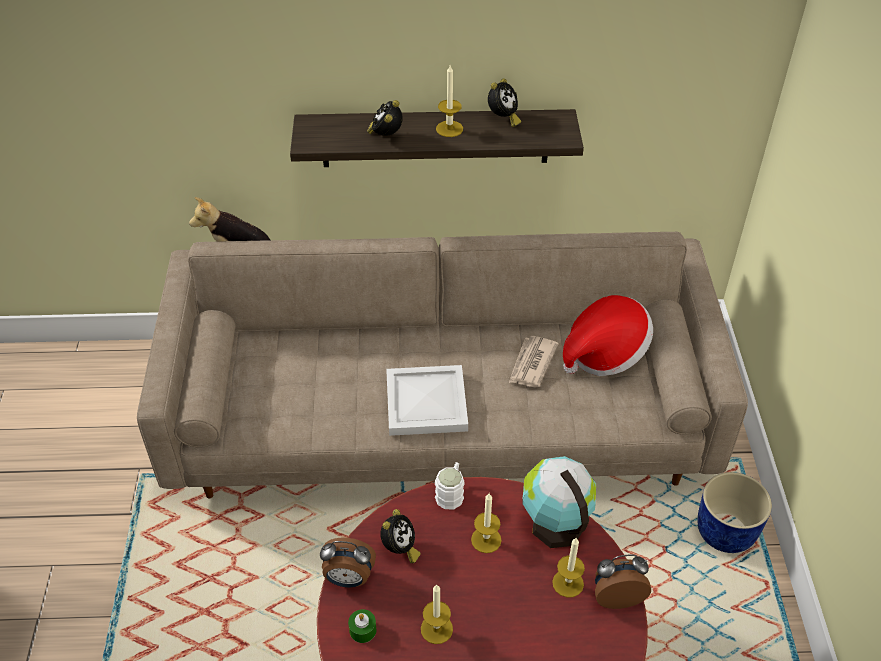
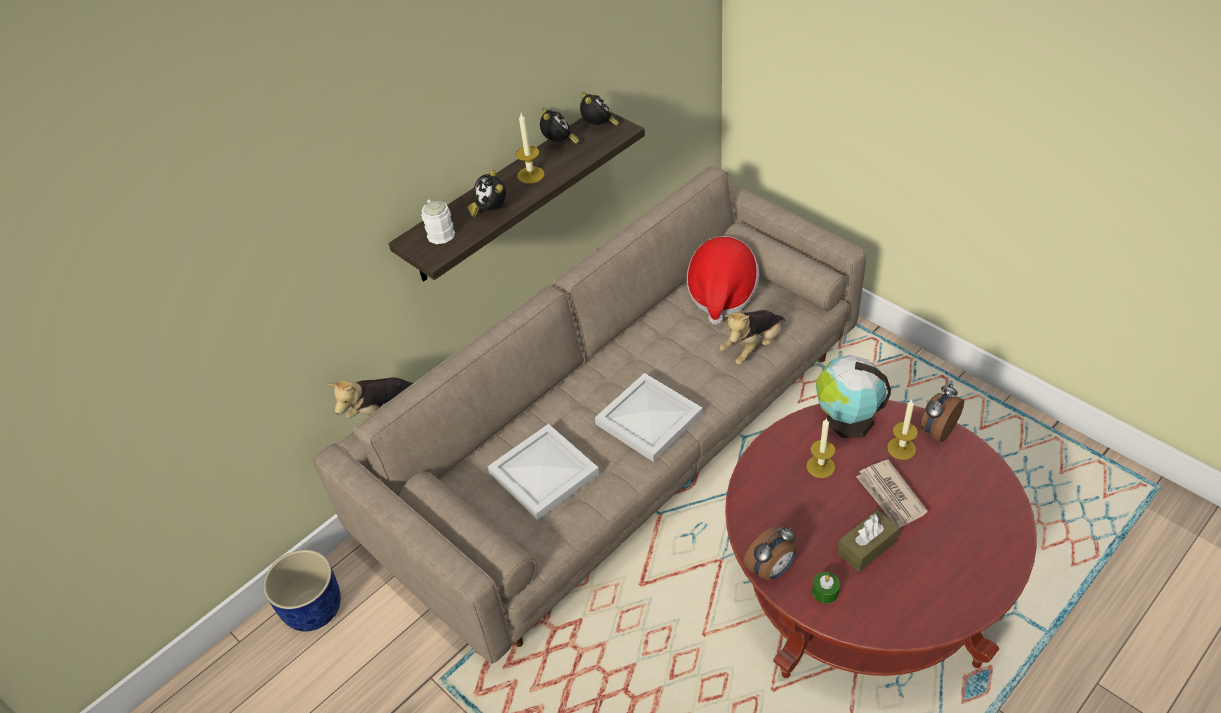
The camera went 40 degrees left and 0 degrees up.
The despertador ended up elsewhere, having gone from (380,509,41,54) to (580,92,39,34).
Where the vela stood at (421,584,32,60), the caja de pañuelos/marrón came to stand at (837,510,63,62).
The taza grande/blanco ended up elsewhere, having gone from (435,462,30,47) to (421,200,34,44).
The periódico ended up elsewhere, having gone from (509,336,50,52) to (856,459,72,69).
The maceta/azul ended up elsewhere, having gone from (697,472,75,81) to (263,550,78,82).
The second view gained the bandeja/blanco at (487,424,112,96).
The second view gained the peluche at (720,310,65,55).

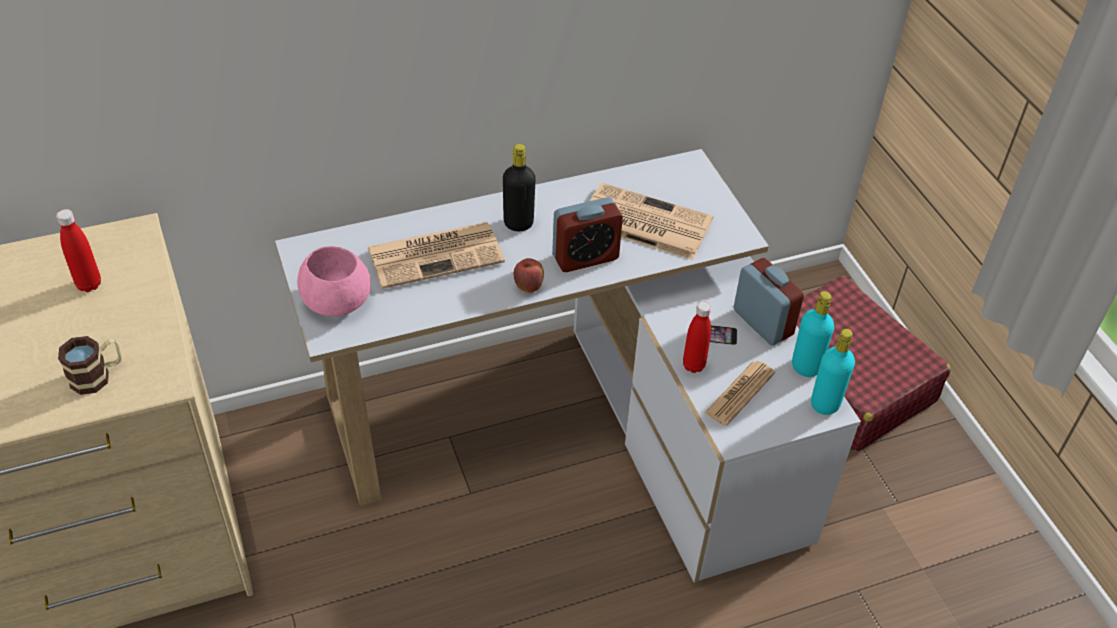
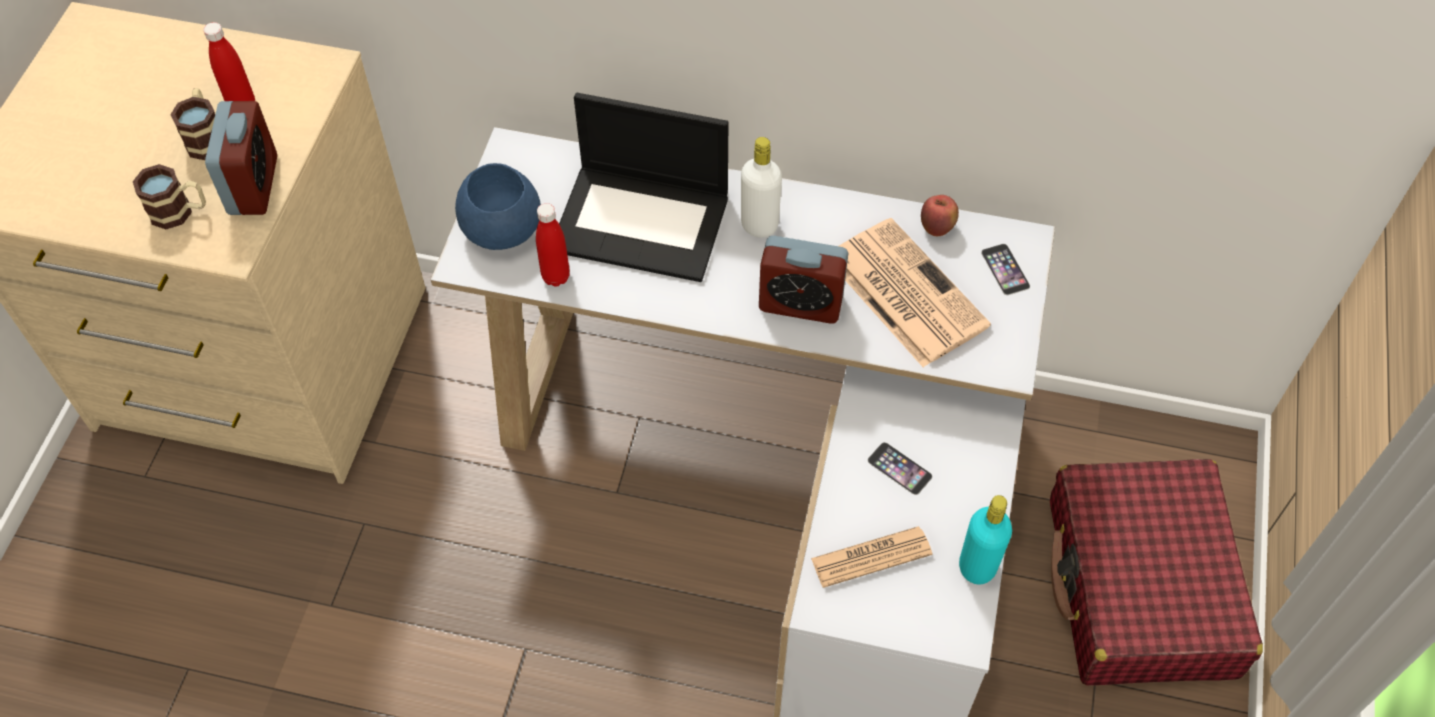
The camera went 35 degrees right and 10 degrees up.
What was the cuenco/rosa at (297,246,74,71) turned into the cuenco/azul at (455,163,86,87).
Where the periódico stood at (368,222,137,67), the portátil came to stand at (559,93,169,189).
What was the botella/negro at (503,144,33,87) turned into the botella/blanco at (741,137,41,101).
The manzana ended up elsewhere, having gone from (514,258,30,35) to (921,195,38,41).
The botella/rojo ended up elsewhere, having gone from (683,302,28,71) to (536,203,34,84).
The despertador ended up elsewhere, having gone from (734,258,70,87) to (205,101,72,114).
The second view lost the botella/turquesa at (811,329,44,86).
The second view gained the taza grande at (170,88,45,72).
The second view gained the móvil at (981,244,49,51).

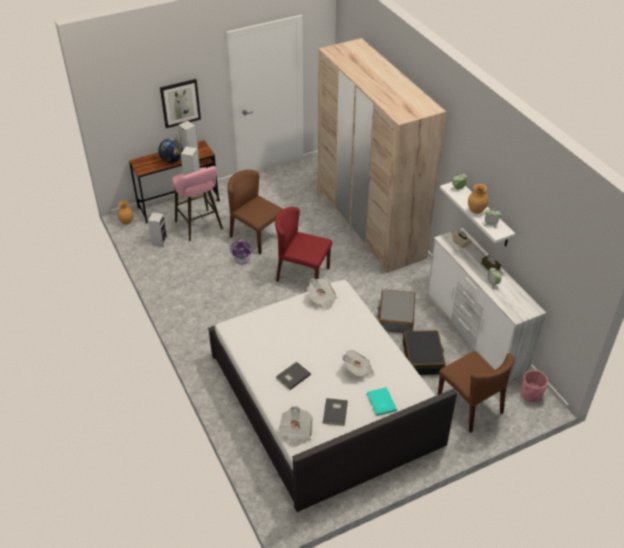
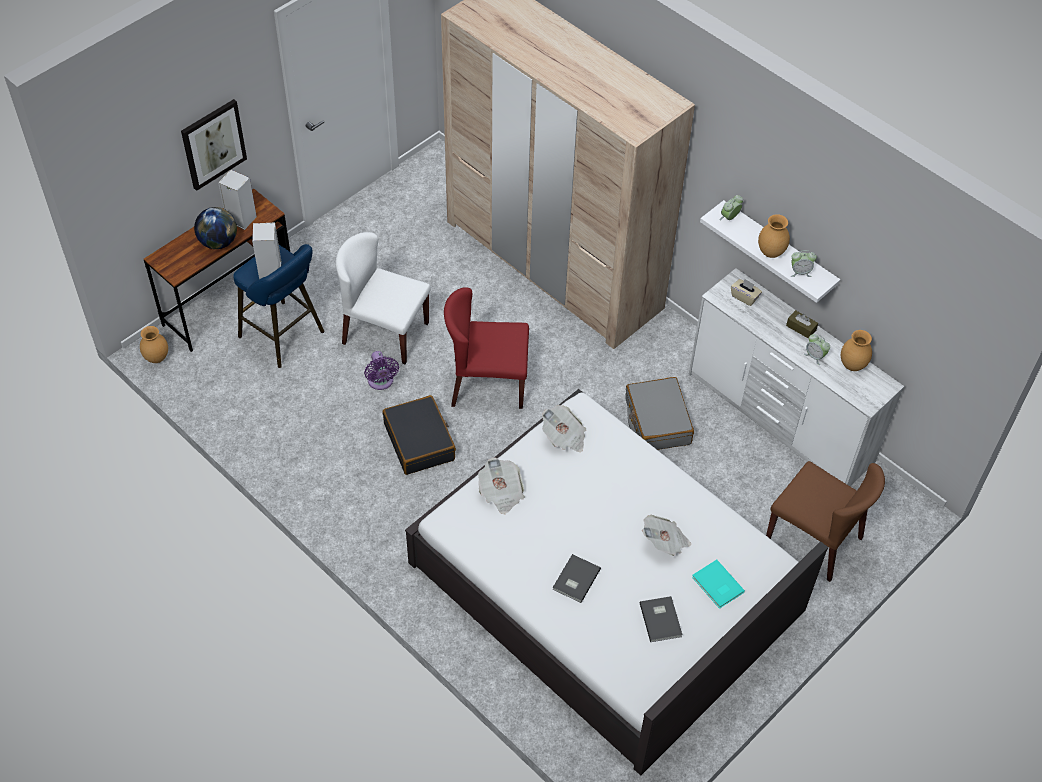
The camera went 20 degrees left and 10 degrees up.
The second view lost the altavoz at (148,212,20,35).
What was the taburete/rosa at (172,166,51,75) turned into the taburete/azul at (233,244,91,124).
What was the silla/marrón at (227,170,56,84) turned into the silla/blanco at (336,232,95,132).
The periódico ended up elsewhere, having gone from (279,406,34,42) to (478,457,47,57).
The maleta/negro ended up elsewhere, having gone from (403,330,43,45) to (383,395,73,80).
The second view lost the maceta/rosa at (521,370,27,32).
The second view gained the florero/marrón at (841,330,31,41).

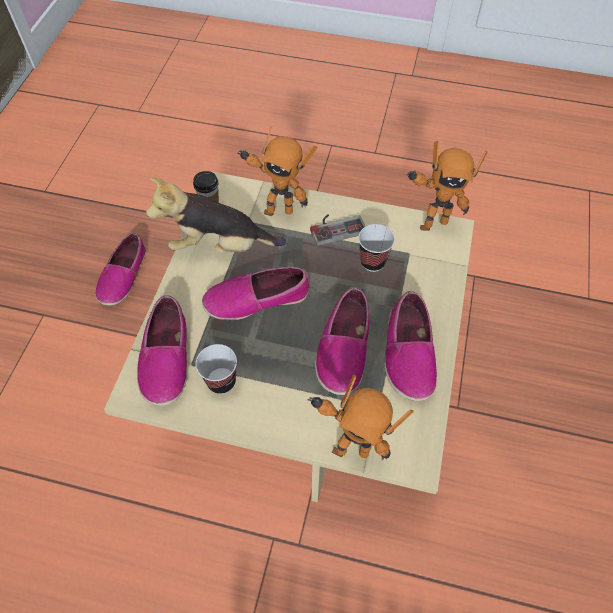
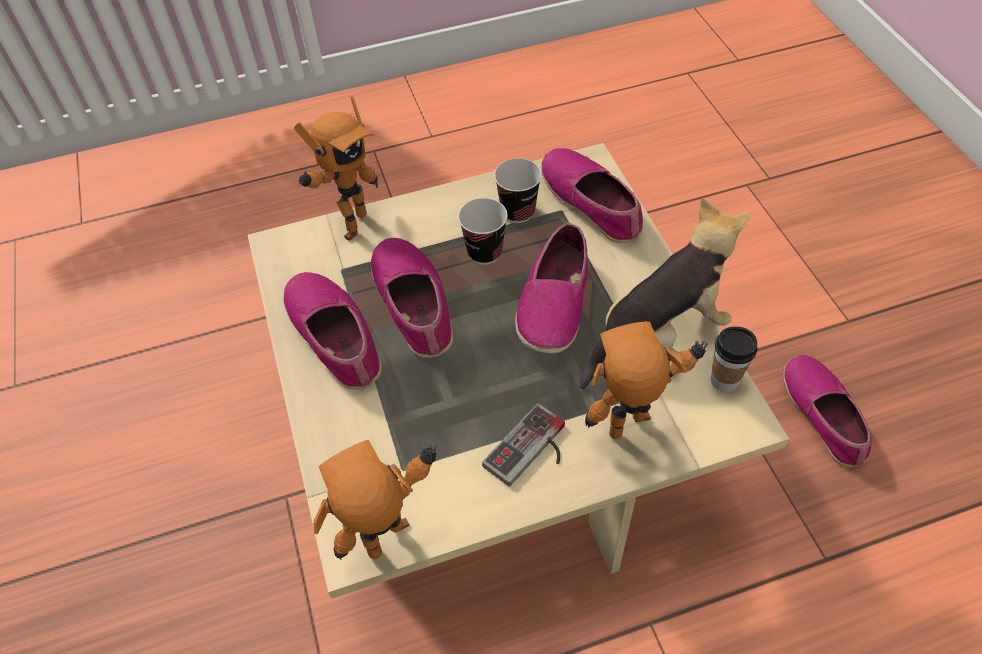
The camera went 150 degrees right and 5 degrees down.
The zapato at (202,267,108,53) ended up facing another way, 150 degrees clockwise from before.
The robot de juguete at (308,374,106,86) ended up facing another way, 135 degrees clockwise from before.
The taza ended up elsewhere, having gone from (358,224,37,48) to (458,198,50,67).

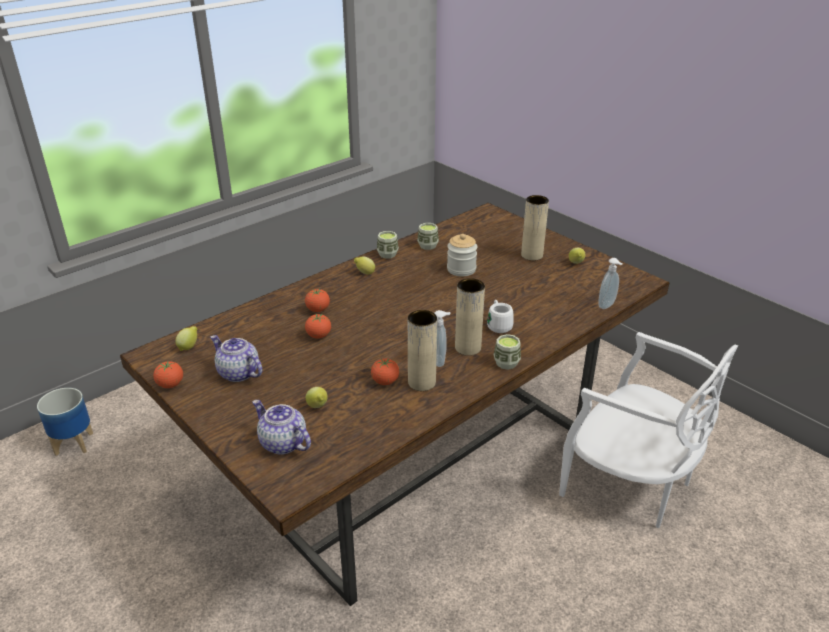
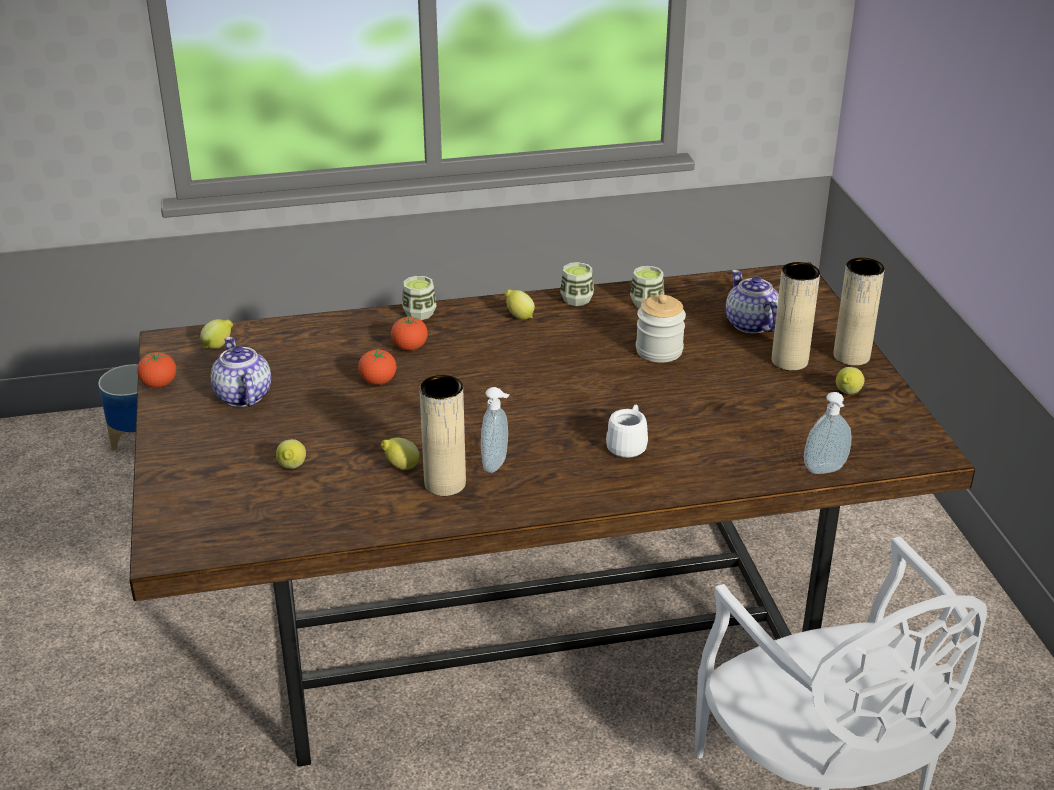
The camera went 30 degrees right and 0 degrees up.
The tetera ended up elsewhere, having gone from (252,400,59,55) to (726,270,53,64).
Where the tomate stood at (371,358,28,27), the limón came to stand at (381,437,39,33).
The florero/beis ended up elsewhere, having gone from (455,278,30,78) to (833,258,52,108).
The taza ended up elsewhere, having gone from (494,334,27,36) to (402,276,35,44).

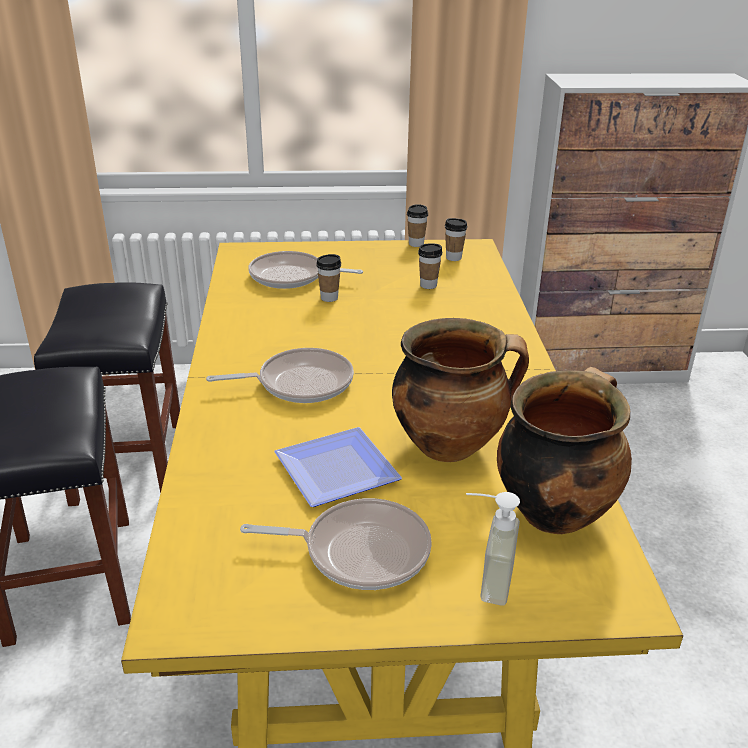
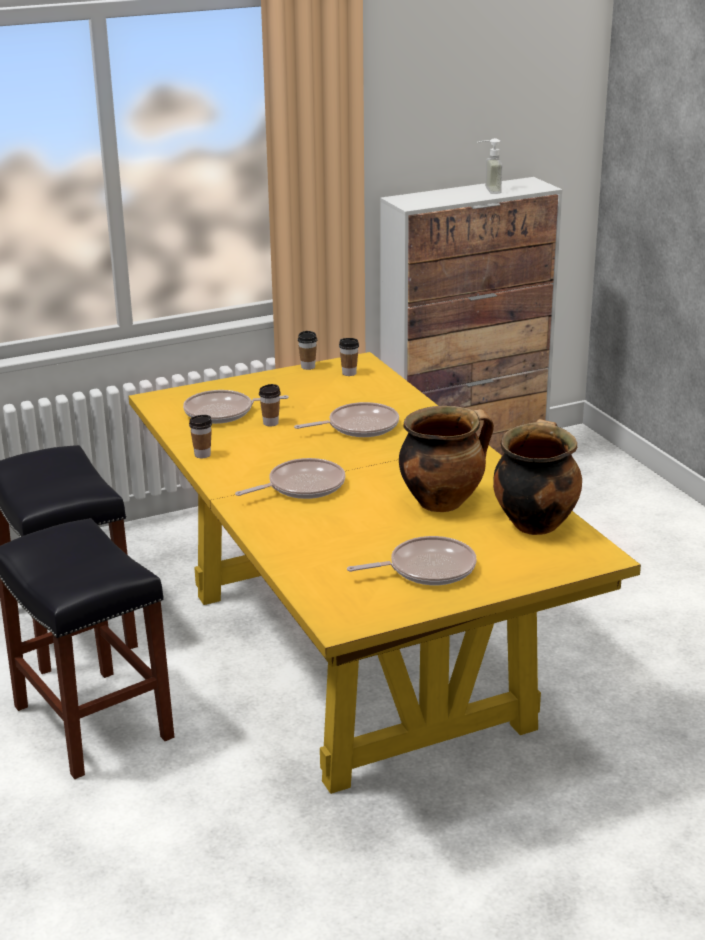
The camera went 20 degrees left and 5 degrees down.
The second view lost the plato at (274,427,128,80).
The taza ended up elsewhere, having gone from (418,243,24,46) to (189,415,23,43).
The dispensador de jabón ended up elsewhere, having gone from (466,492,54,114) to (477,138,26,56).
The second view gained the sartén at (294,402,105,35).

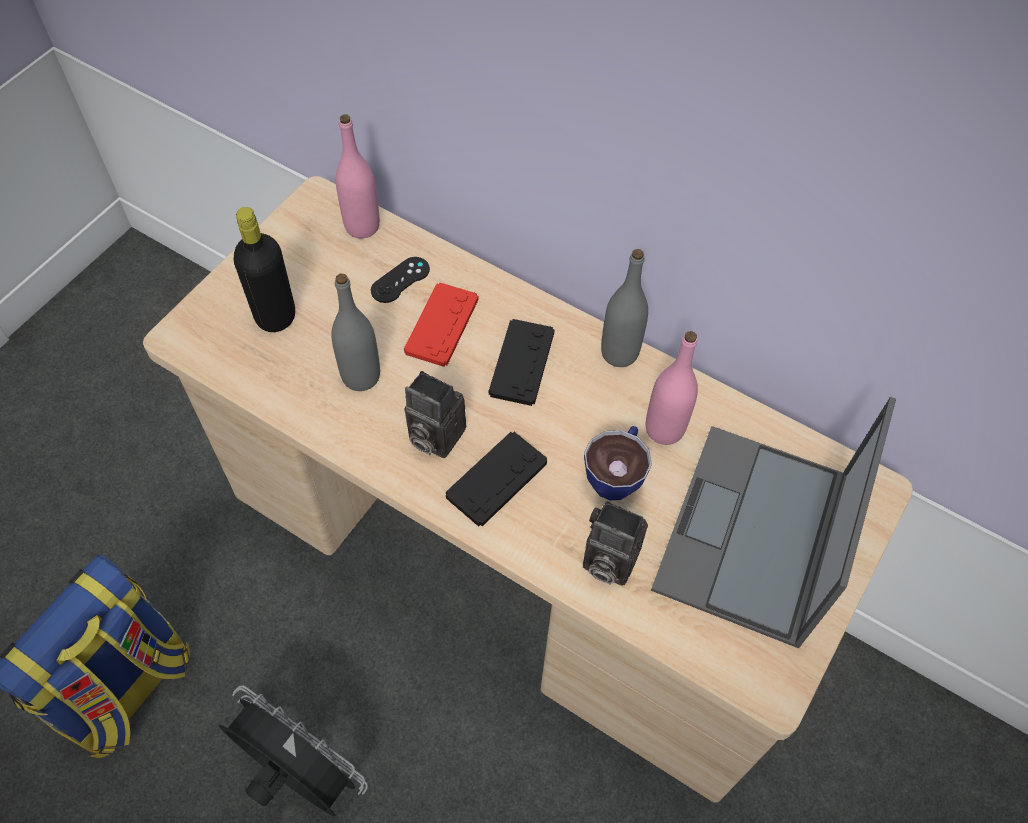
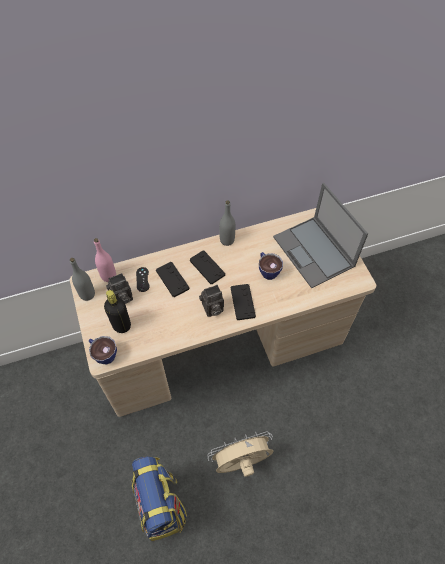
The camera went 50 degrees left and 0 degrees up.
What was the ventilador/negro at (219,685,149,131) turned into the ventilador/beis at (207,431,66,46).
The botella/gris ended up elsewhere, having gone from (331,274,49,117) to (70,258,25,43).
What was the mando de consola/rojo at (404,283,74,84) turned into the mando de consola/negro at (156,262,33,35).
The cámara ended up elsewhere, having gone from (583,501,65,85) to (106,273,27,31).
The second view lost the botella/rosa at (646,331,52,114).
The second view gained the taza at (89,336,28,29).

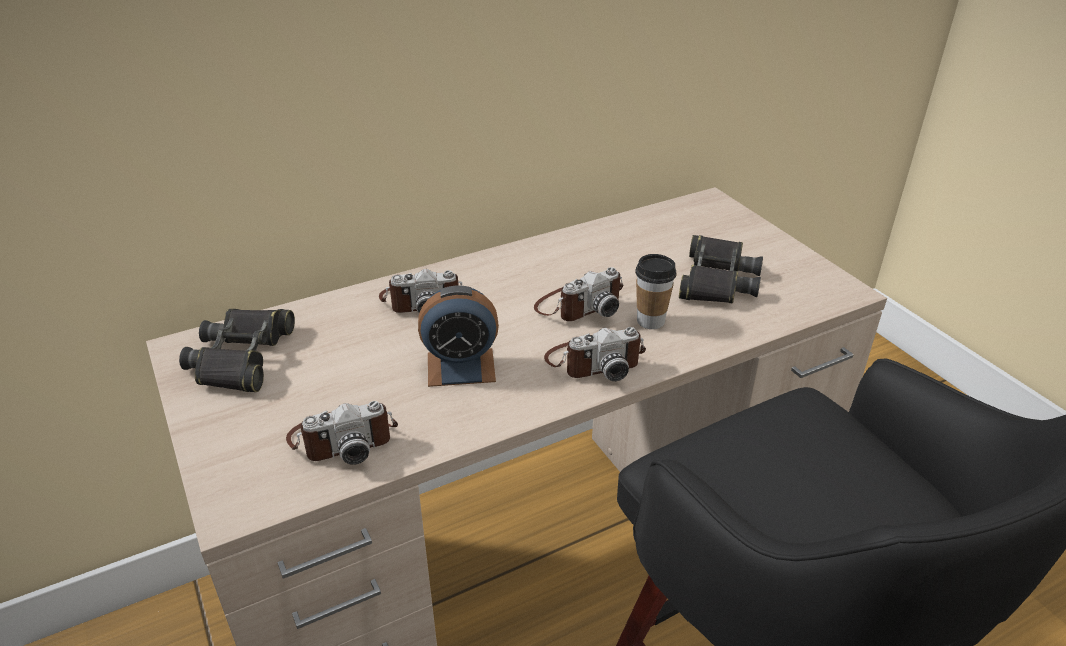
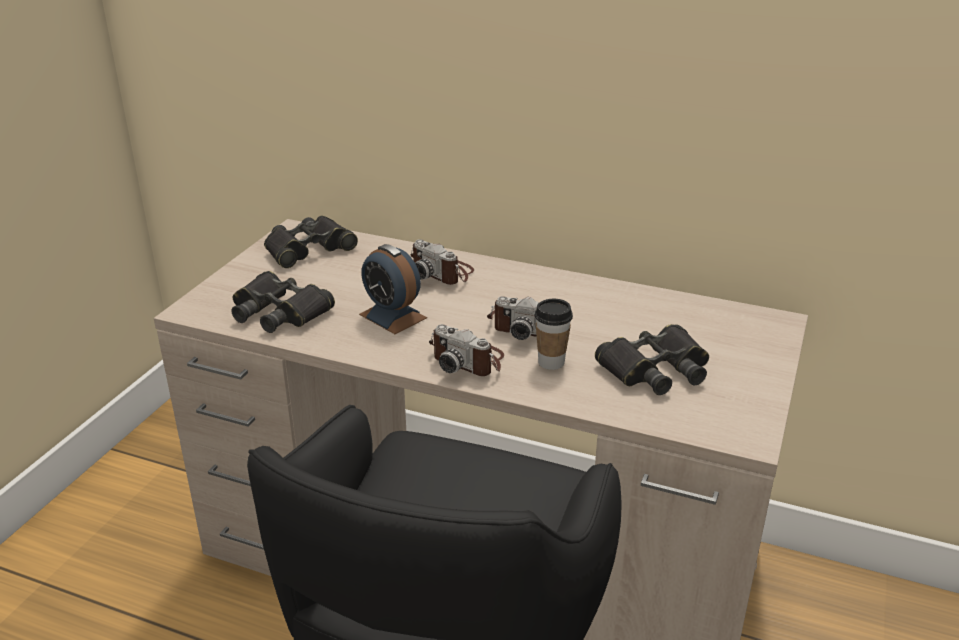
The camera went 50 degrees right and 5 degrees down.
Where the cámara stood at (286,401,112,64), the prismáticos/negro came to stand at (231,271,104,62).

